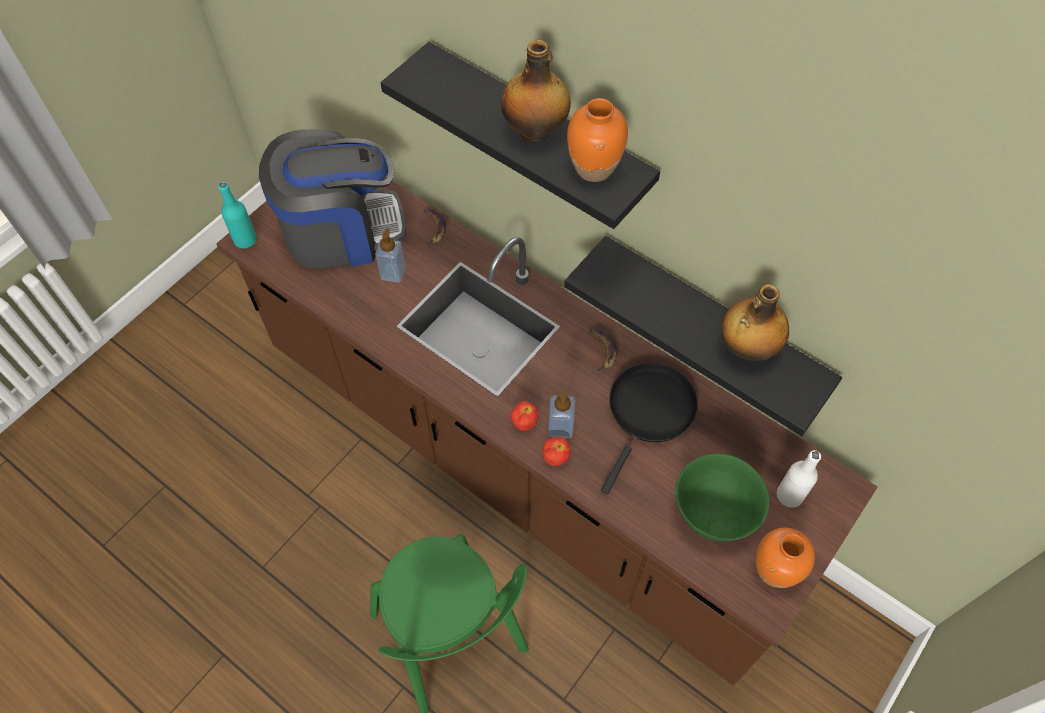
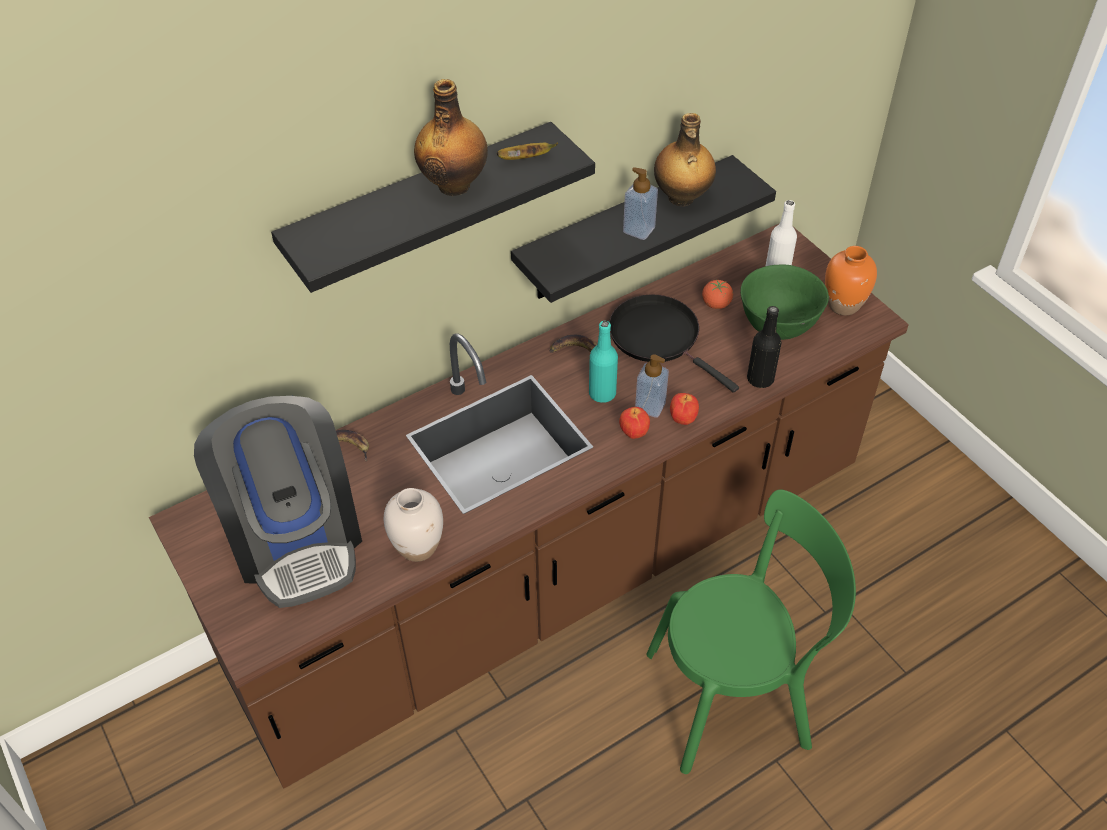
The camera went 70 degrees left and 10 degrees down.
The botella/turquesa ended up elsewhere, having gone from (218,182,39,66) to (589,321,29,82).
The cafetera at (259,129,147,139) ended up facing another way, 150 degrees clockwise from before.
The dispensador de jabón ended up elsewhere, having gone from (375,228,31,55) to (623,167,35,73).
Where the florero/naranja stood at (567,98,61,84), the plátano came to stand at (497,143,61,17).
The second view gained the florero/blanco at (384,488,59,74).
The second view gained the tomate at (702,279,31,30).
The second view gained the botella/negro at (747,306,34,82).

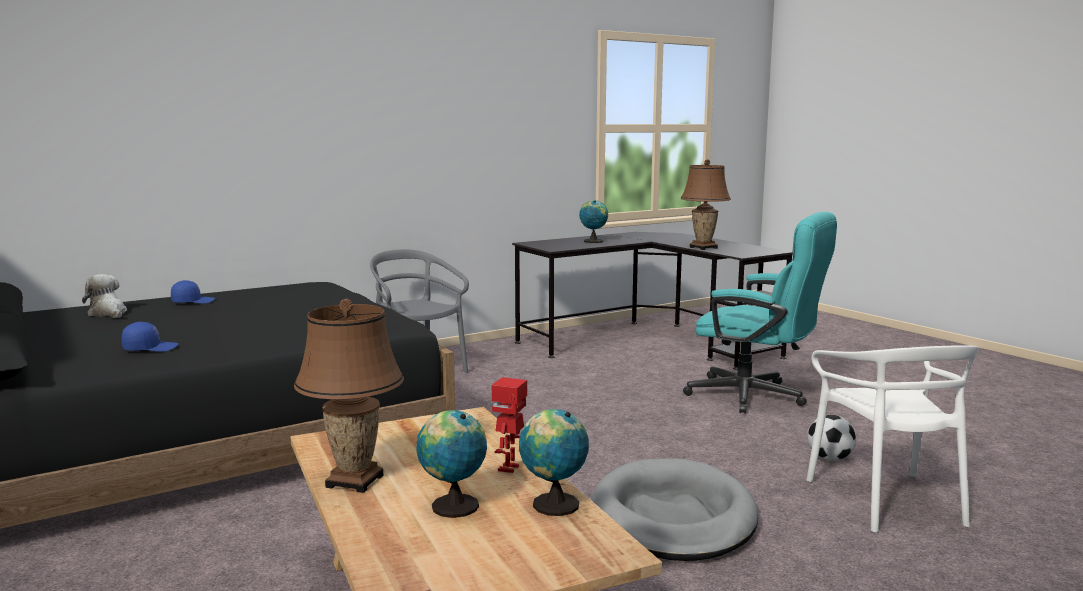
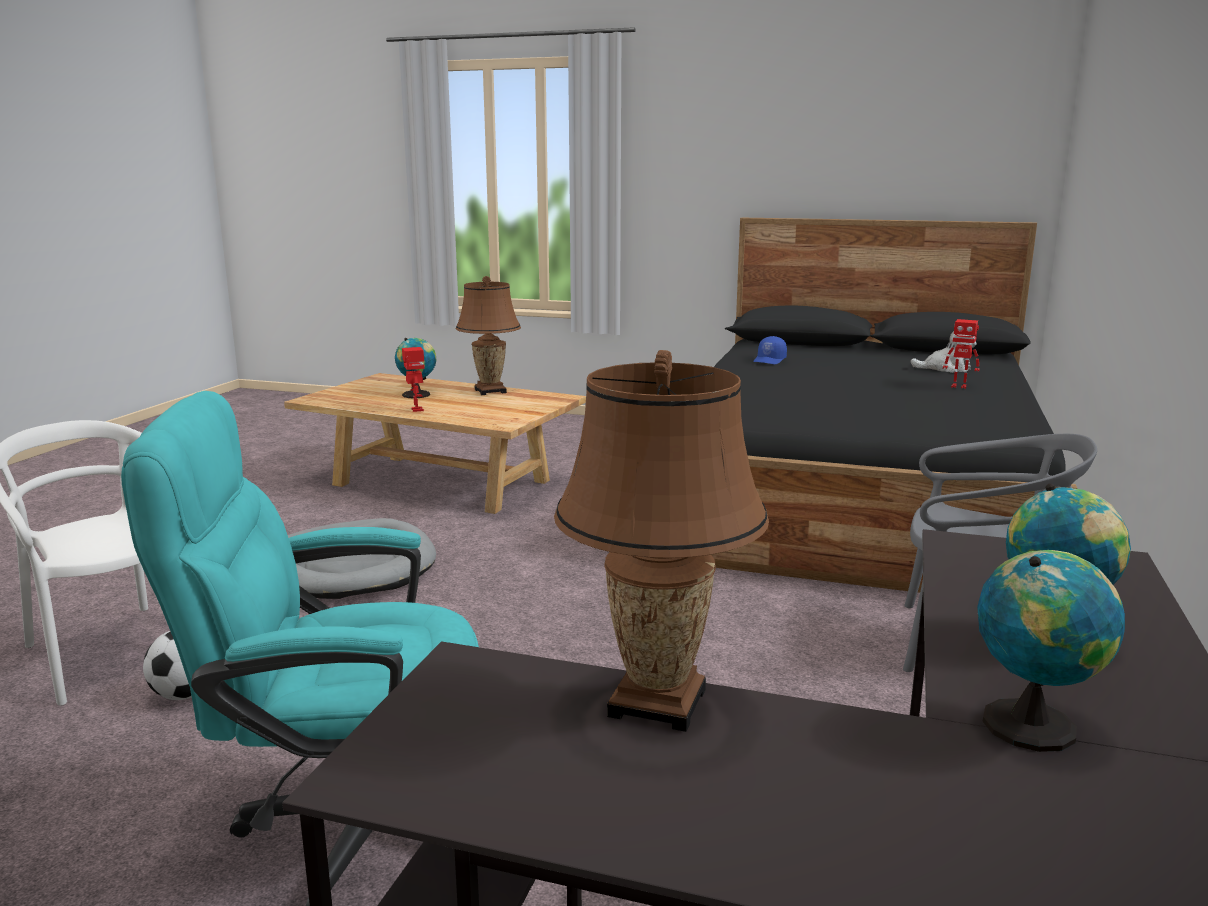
The camera went 140 degrees right and 5 degrees up.
Where the gorra/azul stood at (171,280,44,24), the robot de juguete came to stand at (943,319,37,70).
The globo terráqueo ended up elsewhere, having gone from (519,409,70,107) to (977,550,148,202).

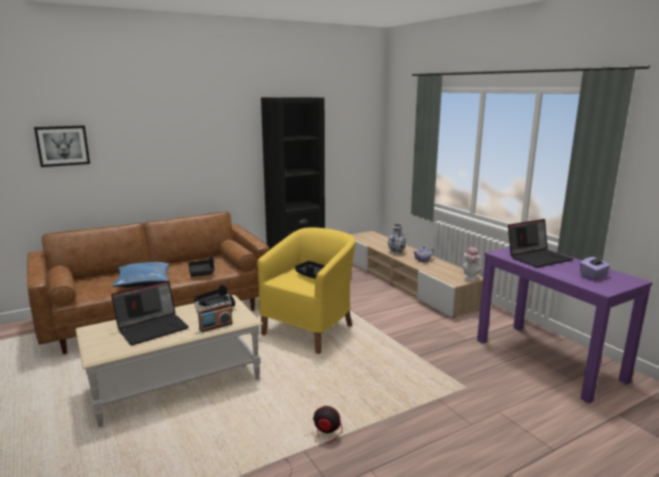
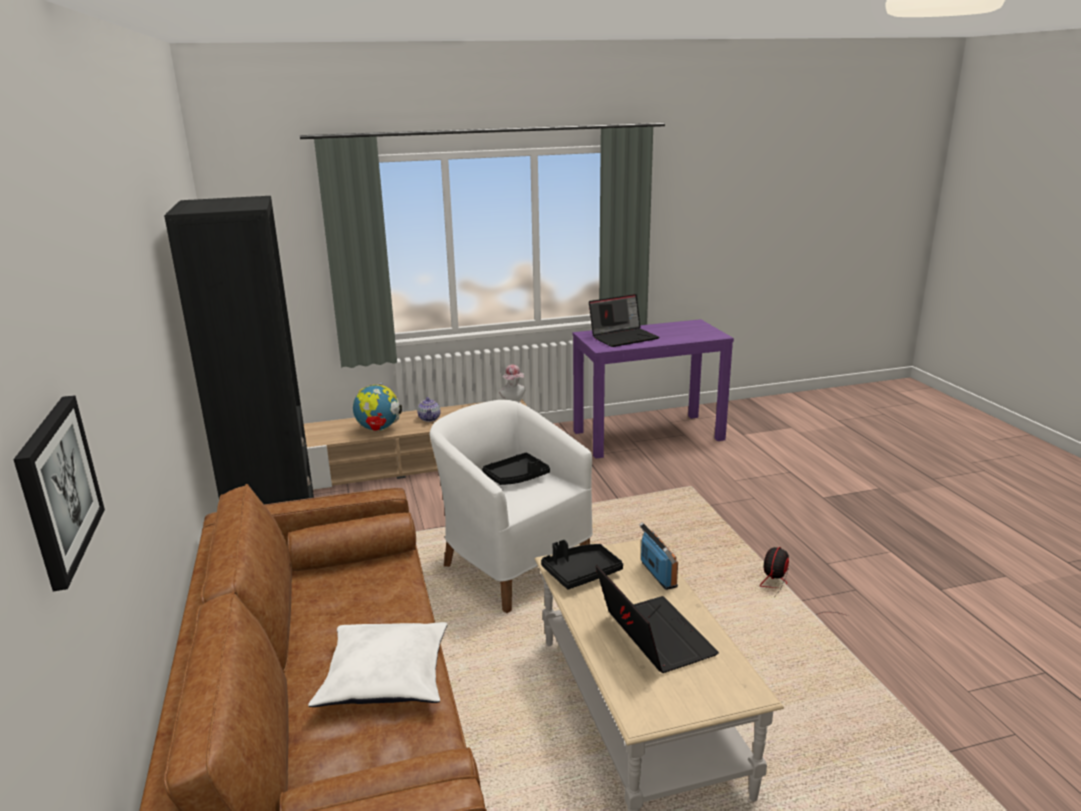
The camera went 75 degrees left and 5 degrees up.
What was the cojín/azul at (112,262,57,25) turned into the cojín/blanco at (308,622,139,85).
The second view lost the bandeja/negro at (188,256,26,21).
What was the sillón/amarillo at (257,227,99,127) turned into the sillón/blanco at (430,400,163,213).
Where the florero stood at (387,224,19,30), the globo terráqueo came to stand at (353,383,49,48).
The portátil at (508,219,65,49) ended up facing another way, 75 degrees clockwise from before.
The second view lost the caja de pañuelos/morado at (580,255,31,25).

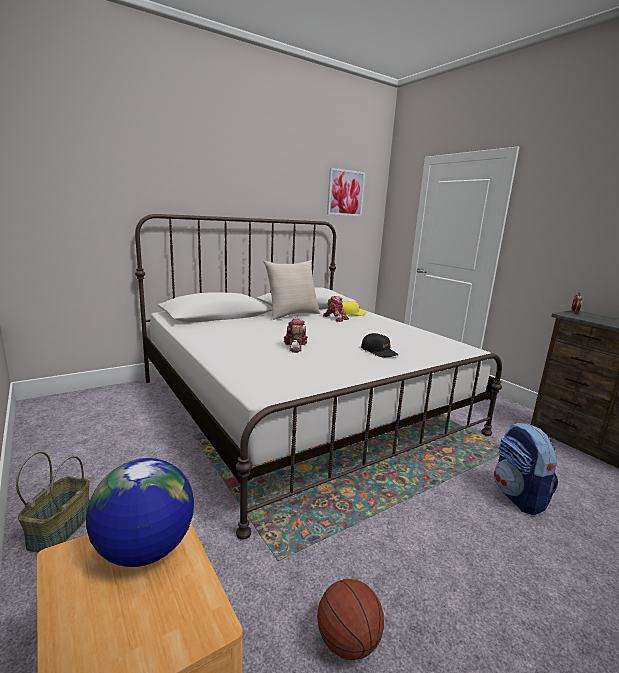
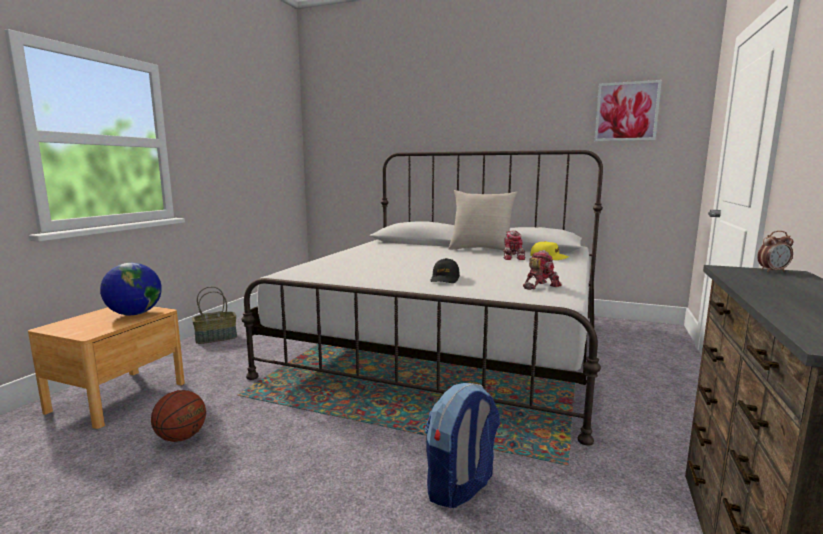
The camera went 55 degrees right and 5 degrees down.
The robot de juguete ended up elsewhere, having gone from (284,317,24,36) to (523,250,39,40).

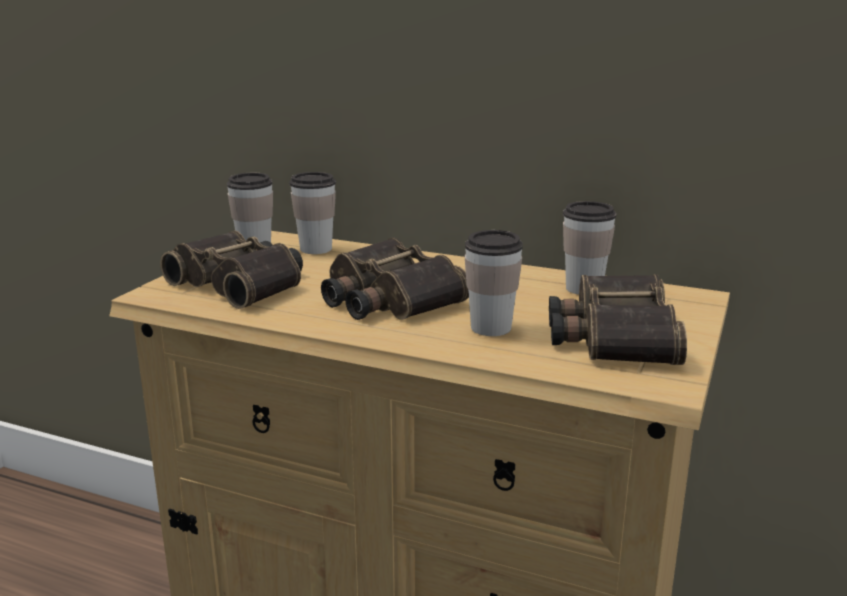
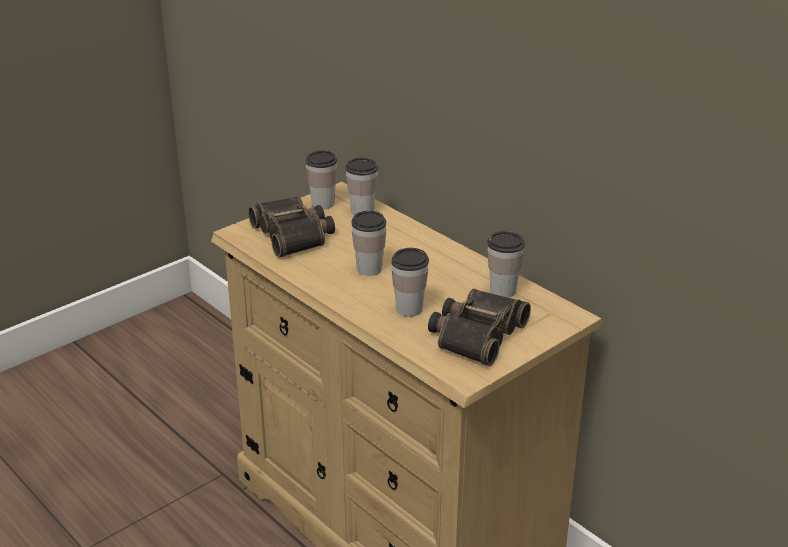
The camera went 25 degrees right and 10 degrees up.
Where the prismáticos stood at (321,237,148,83), the taza came to stand at (352,211,35,65).

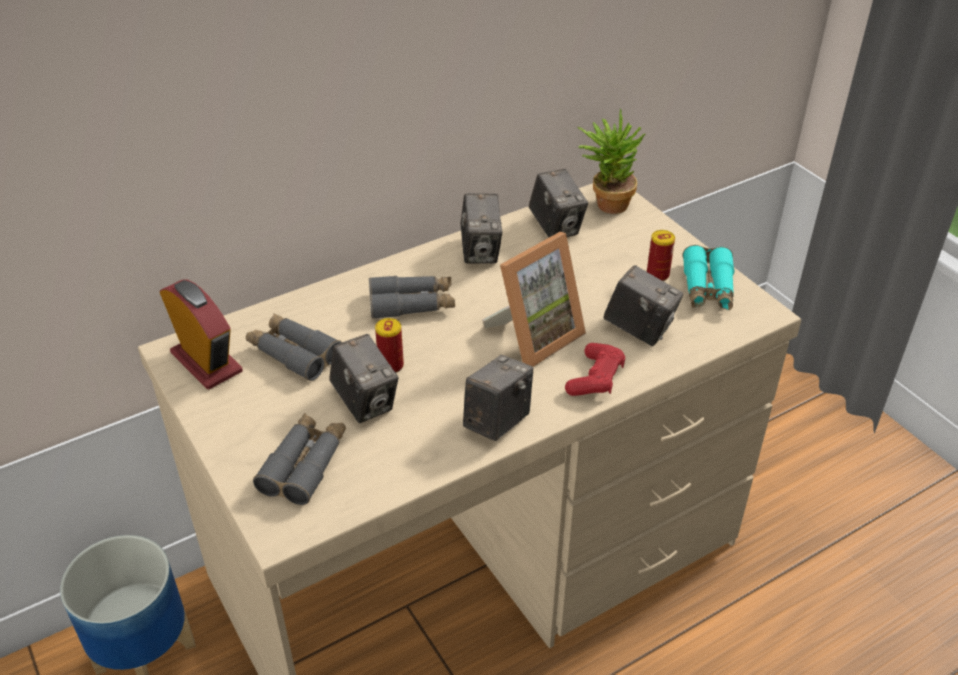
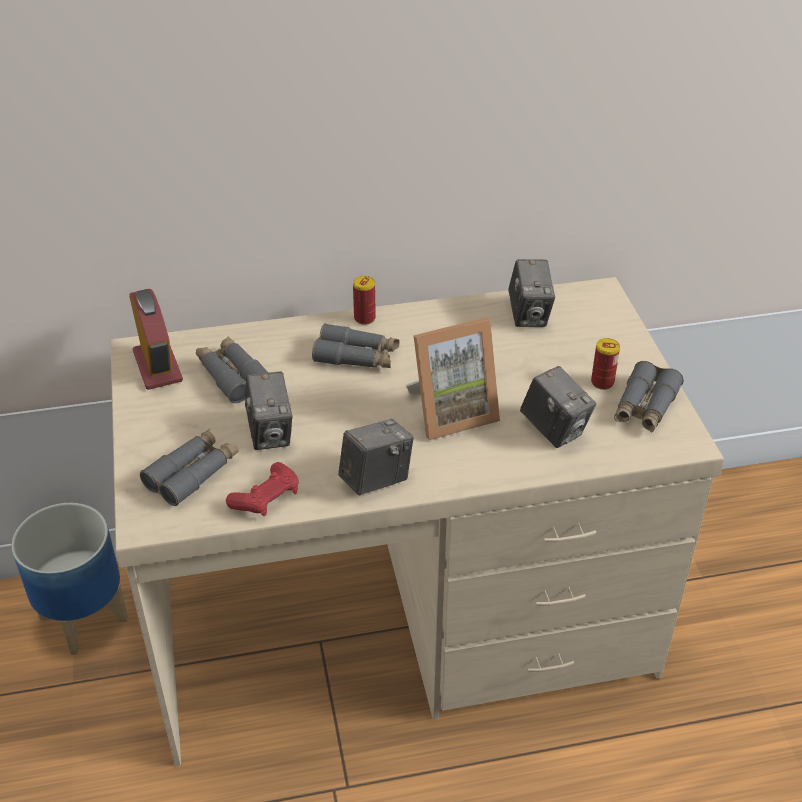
The camera went 20 degrees right and 0 degrees up.
The lata ended up elsewhere, having gone from (375,318,29,55) to (353,276,23,49).
The second view lost the cámara at (460,193,42,70).
The mando de consola/rojo ended up elsewhere, having gone from (565,343,60,53) to (226,462,73,54).
The second view lost the planta en maceta at (578,109,67,105).
What was the prismáticos/turquesa at (683,245,51,65) turned into the prismáticos/gris at (614,361,70,71).

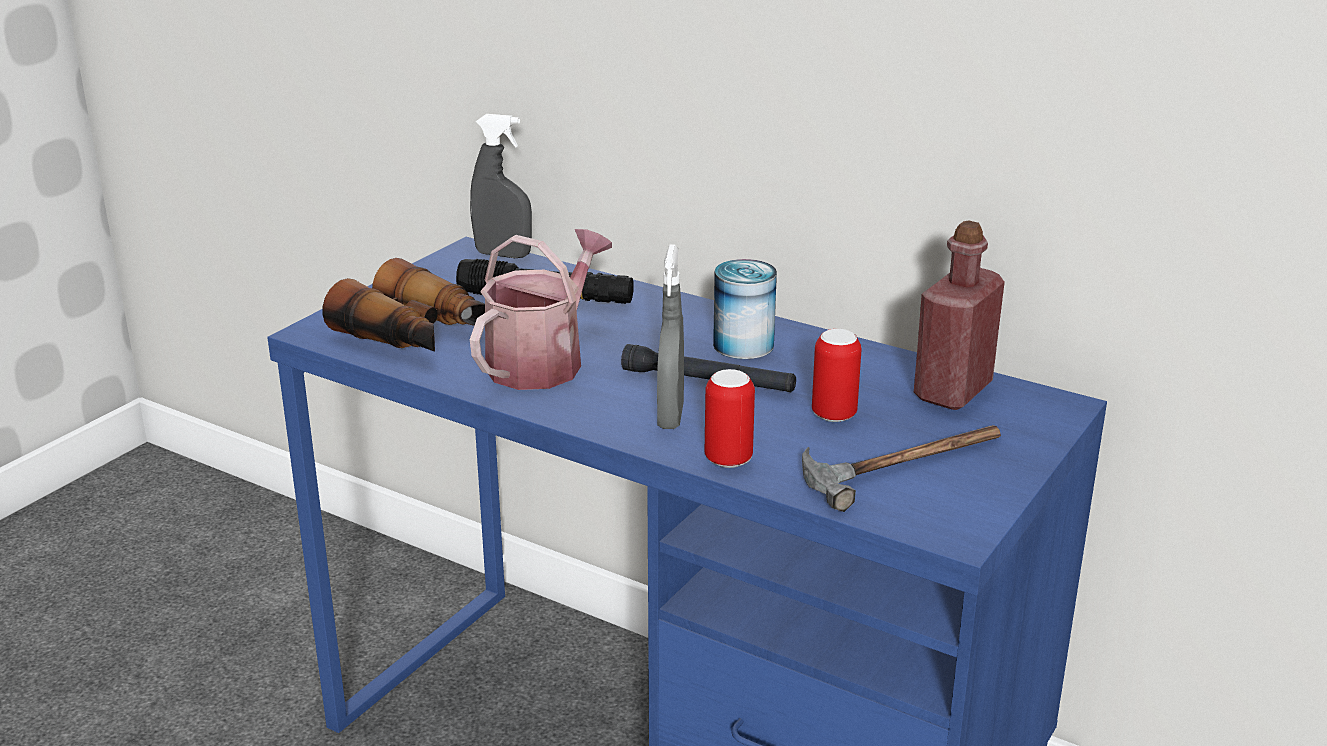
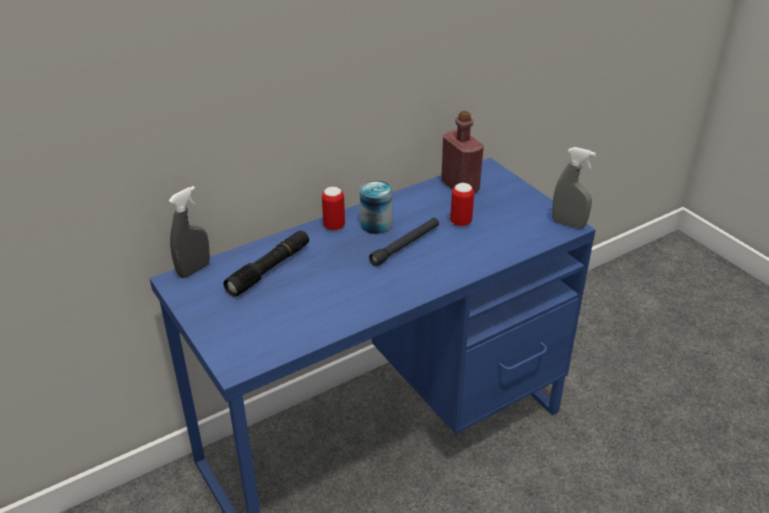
The camera went 65 degrees left and 10 degrees up.
The second view lost the prismáticos at (322,258,163,94).
The second view lost the regadera at (470,229,142,161).
The pulverizador/gris ended up elsewhere, having gone from (657,244,27,185) to (552,147,44,82).
The lata ended up elsewhere, having gone from (705,369,50,99) to (322,187,23,44).
The second view lost the martillo at (802,425,199,87).

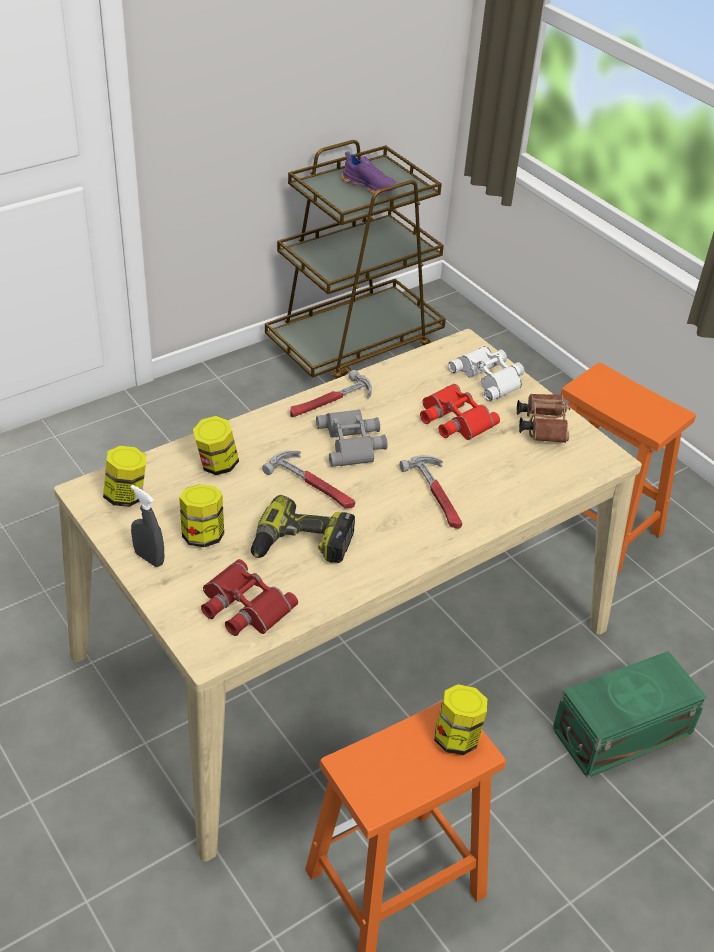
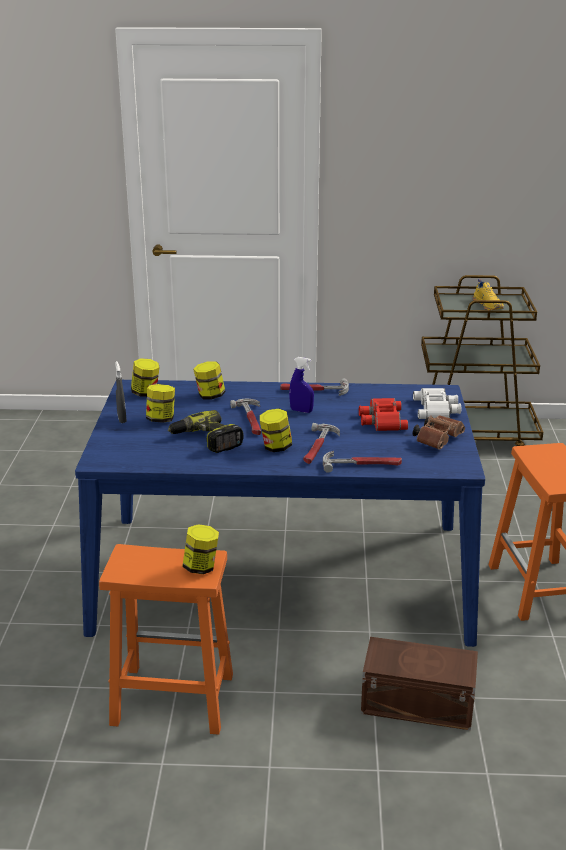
The camera went 40 degrees right and 15 degrees down.
What was the mesa de comedor/beis at (54,329,588,533) turned into the mesa de comedor/azul at (75,380,410,267).
The second view lost the prismáticos/rojo at (201,559,97,77).
Where the prismáticos/gris stood at (316,409,72,58), the pulverizador/azul came to stand at (289,357,25,56).
What was the zapato/morado at (341,151,56,43) turned into the zapato/amarillo at (473,279,31,31).
What was the caja de almacenaje/verde at (552,651,155,127) turned into the caja de almacenaje/marrón at (361,637,117,93).
The second view gained the tarro at (260,409,32,43).
The second view gained the martillo at (323,451,79,22).

